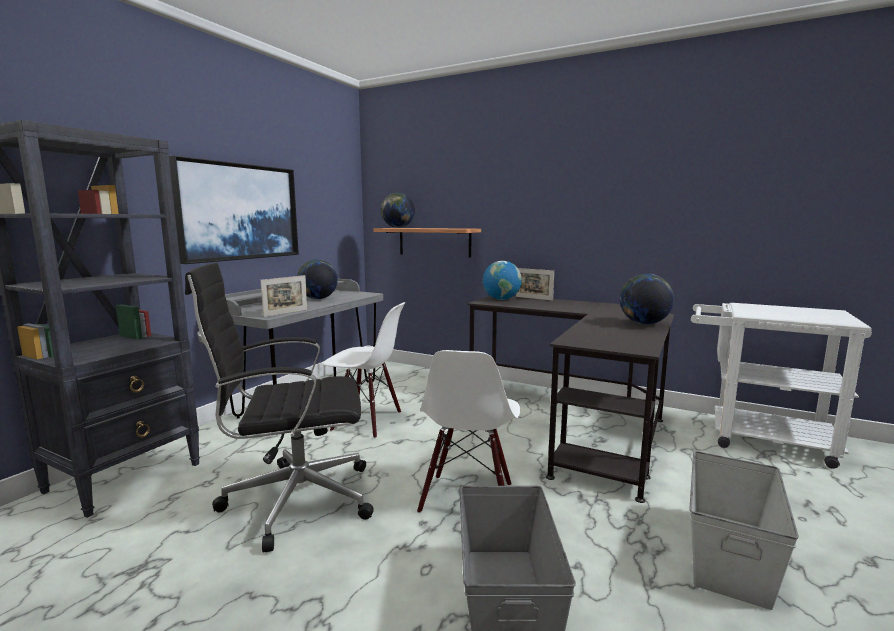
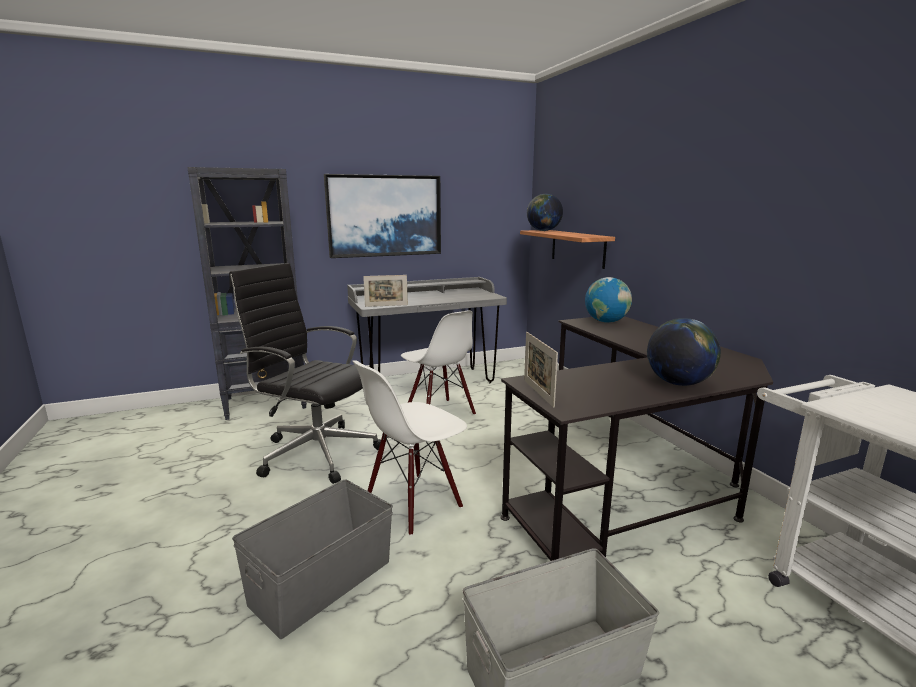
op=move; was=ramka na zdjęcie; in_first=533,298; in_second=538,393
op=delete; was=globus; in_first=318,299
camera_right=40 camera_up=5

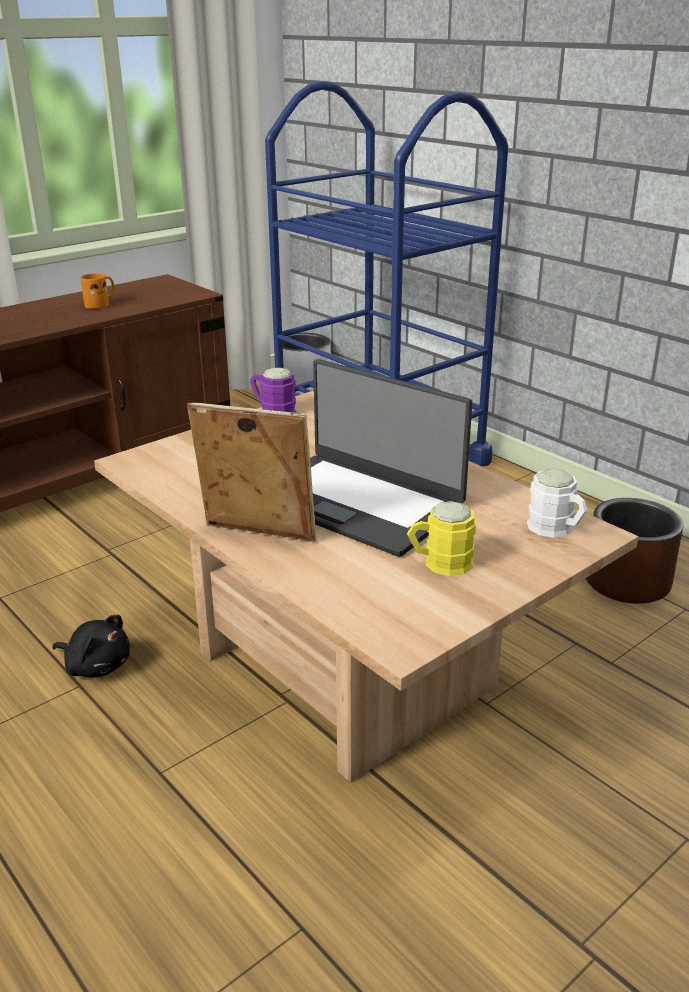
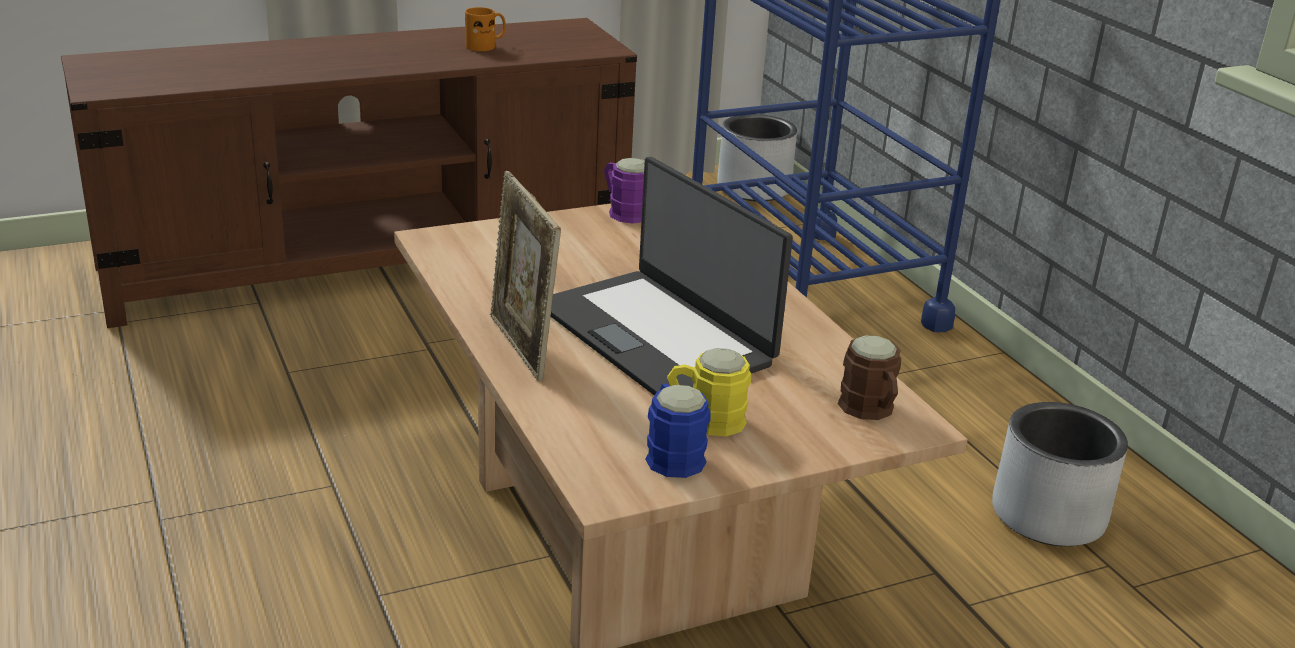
op=rotate; was=ramka na zdjęcie; in_first=257,535; in_second=522,347; clockwise=-150
op=insert; now=kubek [niebieski]; in_second=672,453
op=recolor; was=kubek [biały]; now=kubek [brązowy]; in_first=556,529; in_second=870,410
op=recolor; was=donica [brązowy]; now=donica [szary]; in_first=627,582; in_second=1049,516
op=delete; was=pluszak [czarny]; in_first=96,665
camera_right=15 camera_up=0

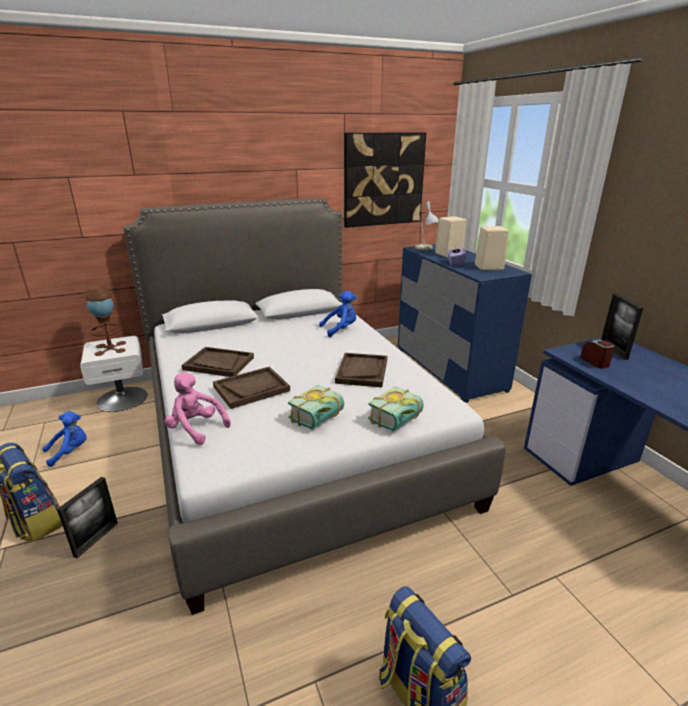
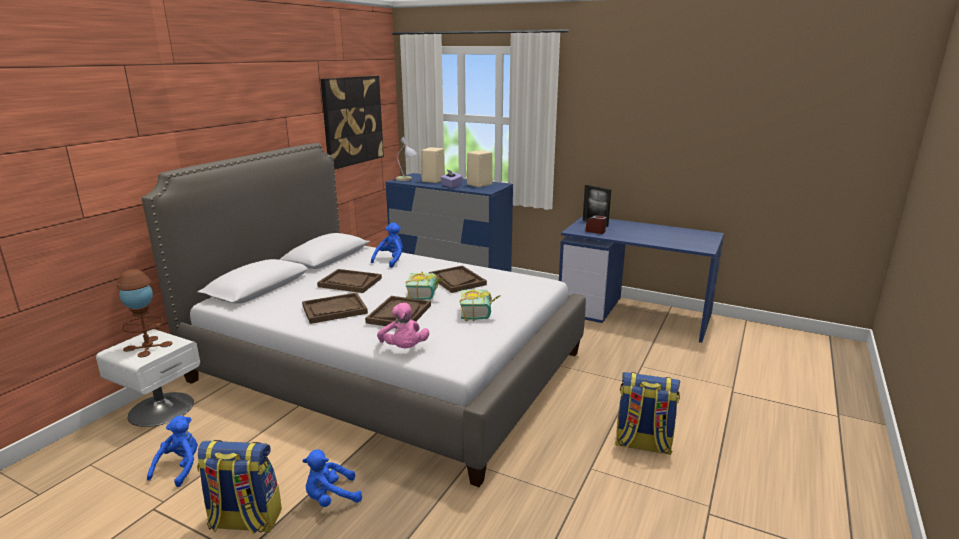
op=replace; was=ramka na zdjęcie; now=pluszak [niebieski]; in_first=96,539; in_second=331,498
op=insert; now=taca [brązowy]; in_second=350,282
op=rotate; was=pluszak [różowy]; in_first=196,429; in_second=404,349; clockwise=-105
op=move; was=książka; in_first=399,421; in_second=426,295
camera_right=-40 camera_up=-5

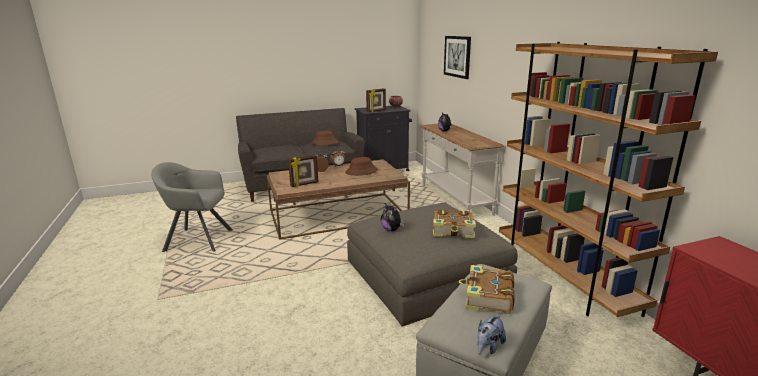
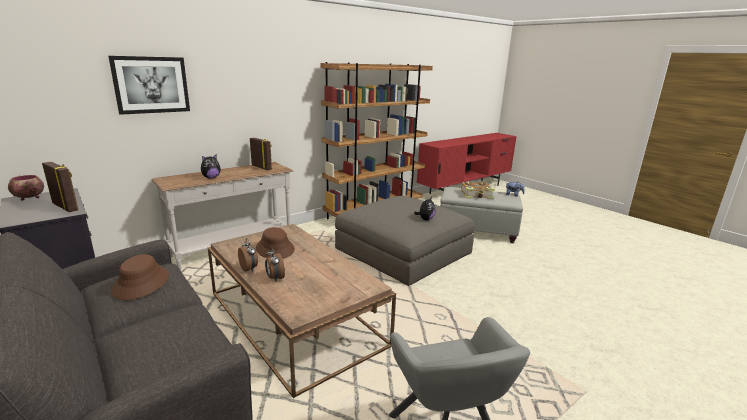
op=move; was=ramka na zdjęcie; in_first=304,184; in_second=262,167
op=delete; was=książka; in_first=453,231
camera_right=-110 camera_up=0

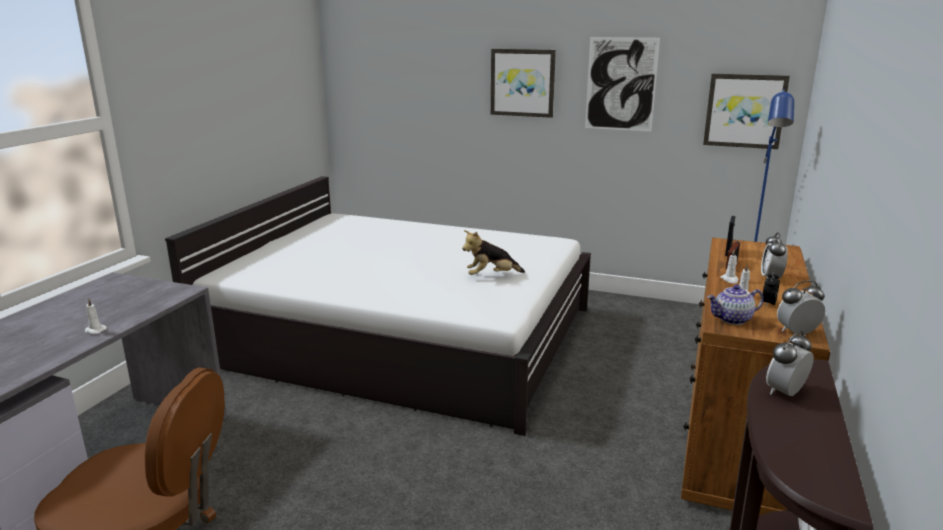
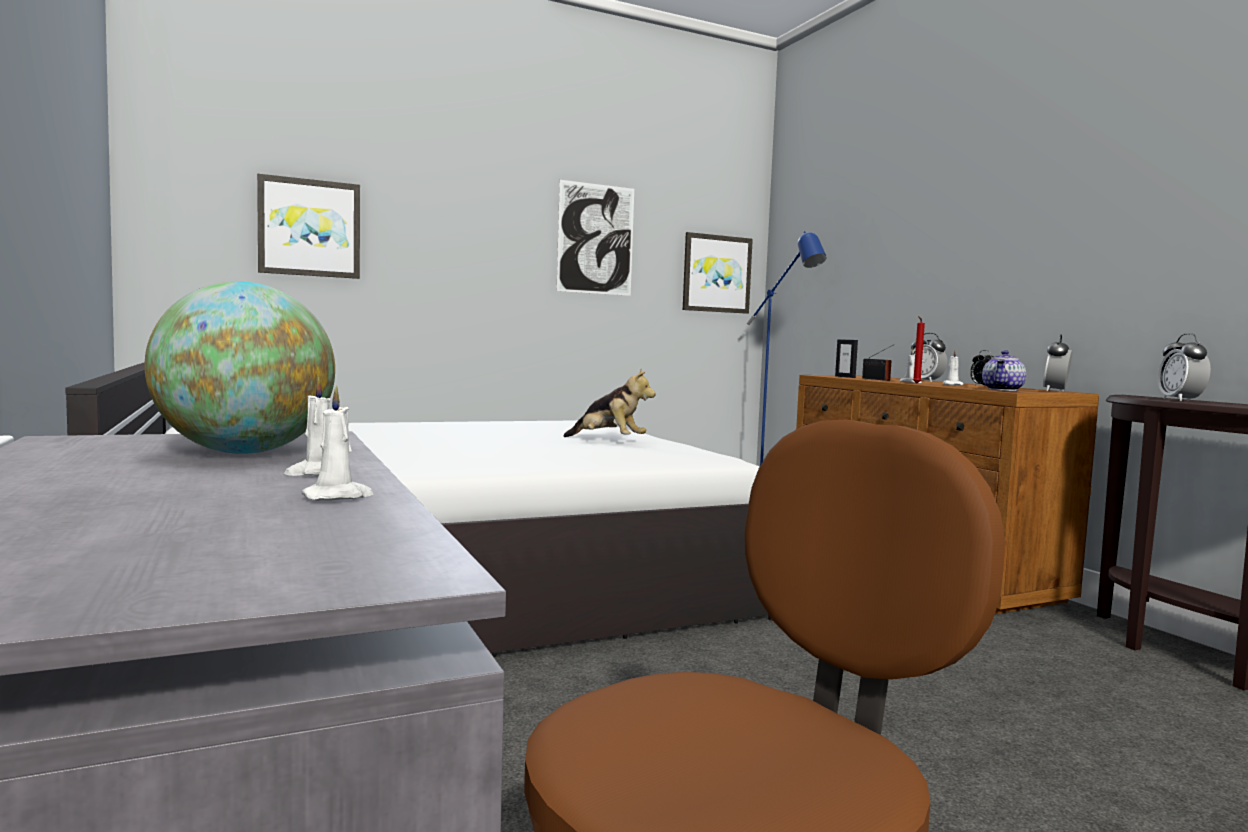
op=insert; now=globus; in_second=245,452
op=move; was=obraz; in_first=522,82; in_second=309,228
op=insert; now=świeca [biały]; in_second=339,497
op=rotate; was=pluszak; in_first=491,276; in_second=608,441; clockwise=-90
op=insert; now=świeca [czerwony]; in_second=915,383
camera_right=-45 camera_up=-15

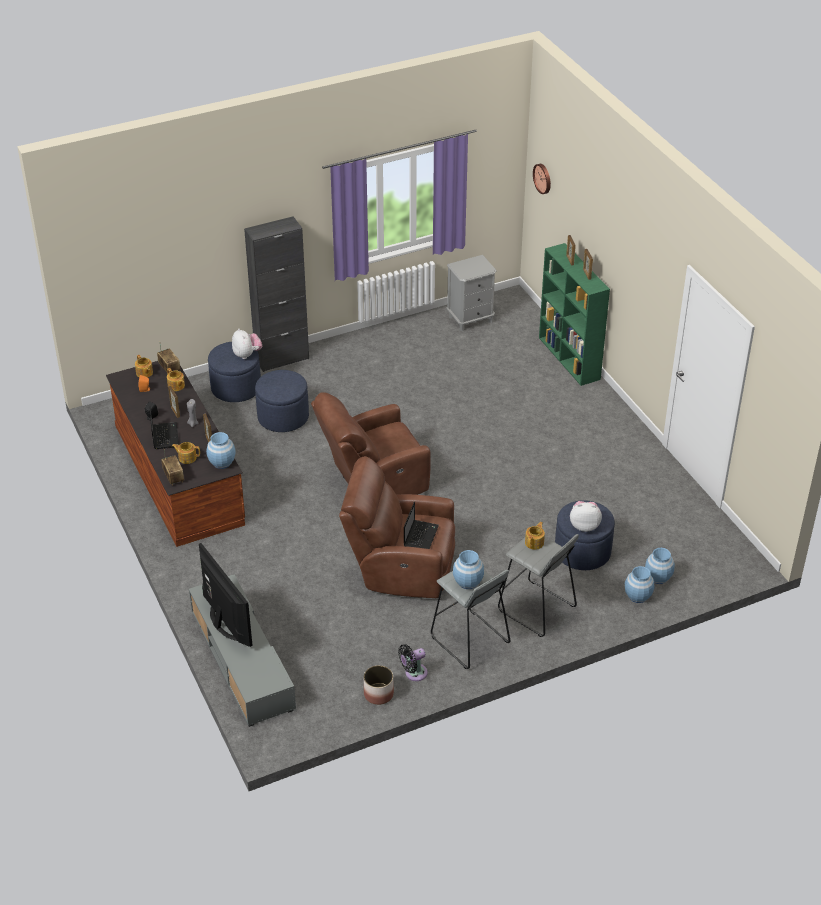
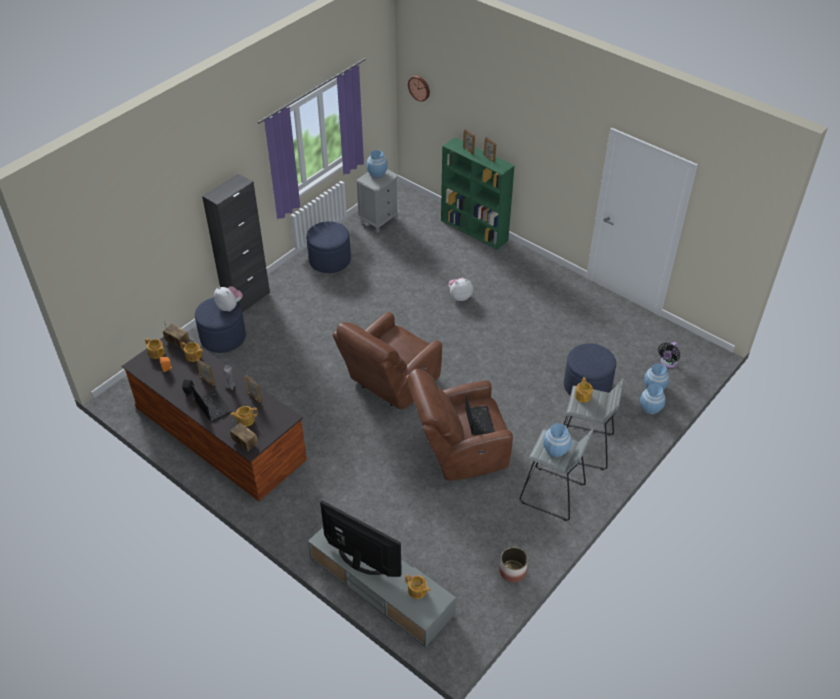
op=move; was=pufa [niebieski]; in_first=283,417; in_second=329,260
op=move; was=wazon [niebieski]; in_first=222,462; in_second=377,174
op=insert; now=imbryk; in_second=417,591
op=move; was=pluszak; in_first=584,525; in_second=459,296
op=move; was=wentylator [czarny]; in_first=413,673; in_second=667,363
camera_right=-25 camera_up=5

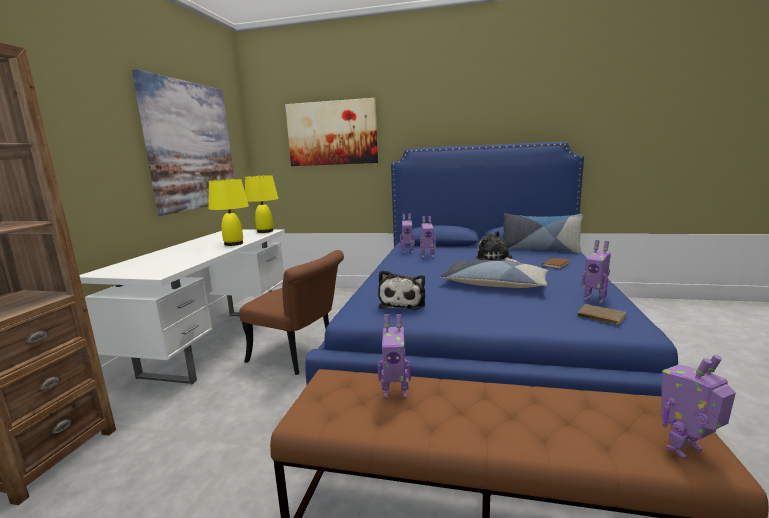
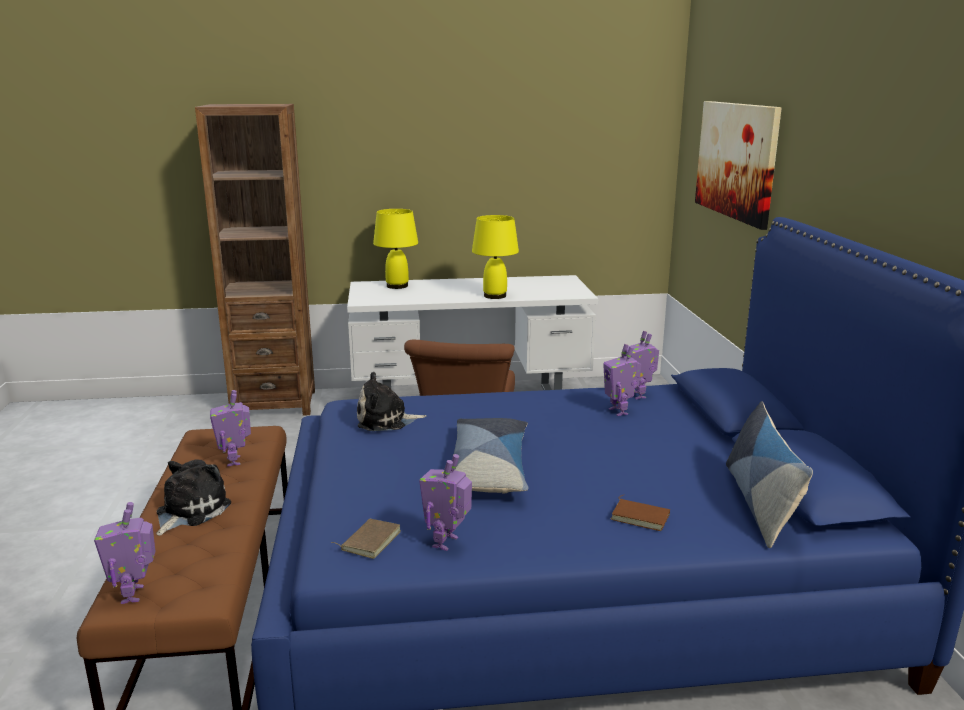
op=rotate; was=robot zabawkowy; in_first=686,449; in_second=134,594; clockwise=-150
op=move; was=pluszak; in_first=496,259; in_second=189,511
op=move; was=lampa stołowa [żółty]; in_first=265,231; in_second=397,286
op=delete; was=obraz; in_first=191,146
camera_right=70 camera_up=5

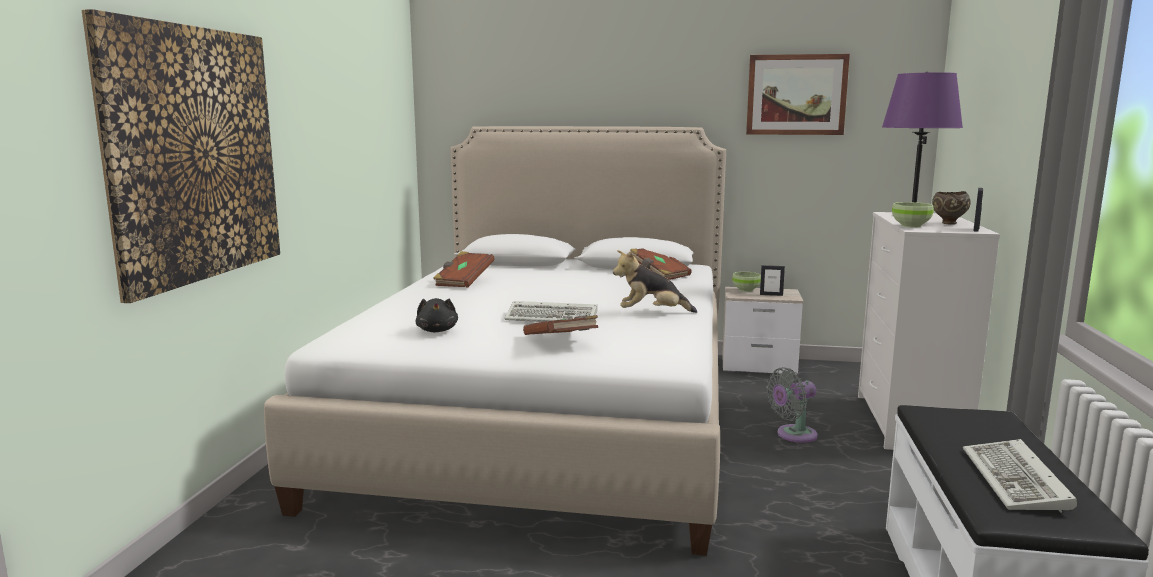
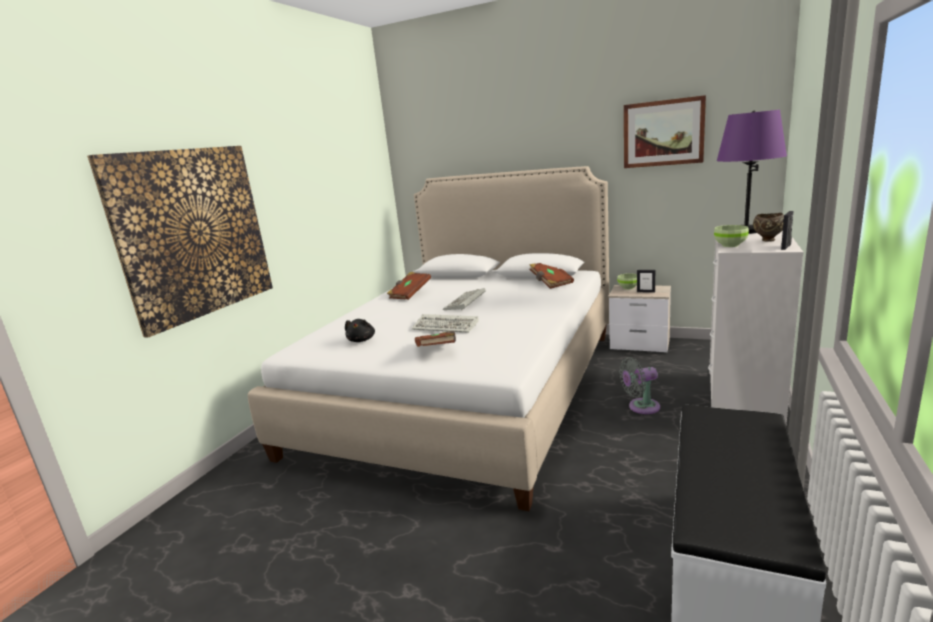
op=move; was=klawiatura; in_first=1017,482; in_second=465,302
op=delete; was=pluszak; in_first=652,313
camera_right=15 camera_up=5

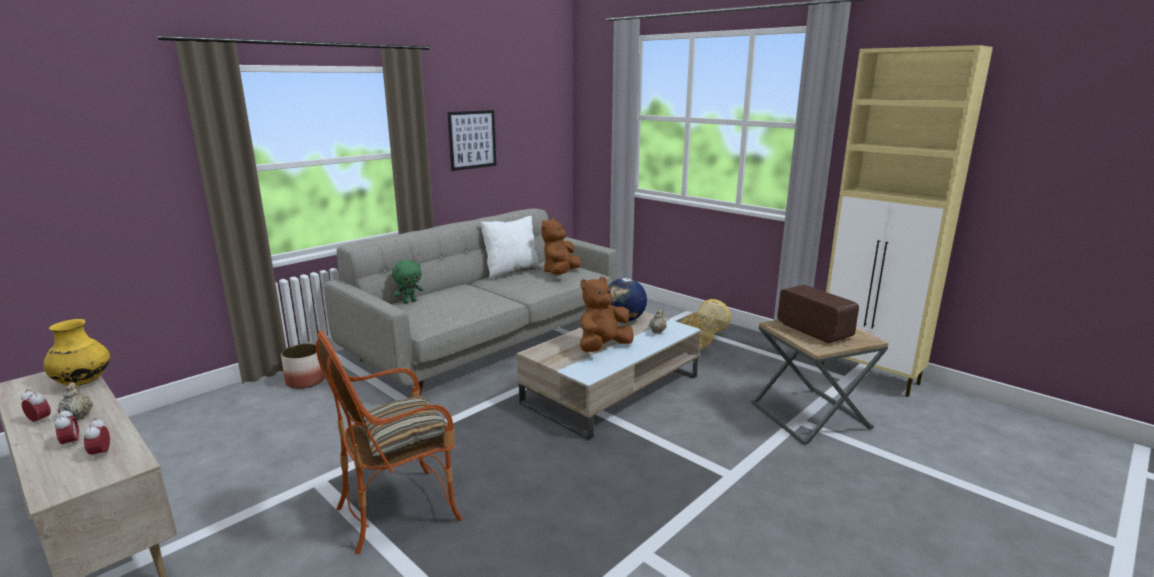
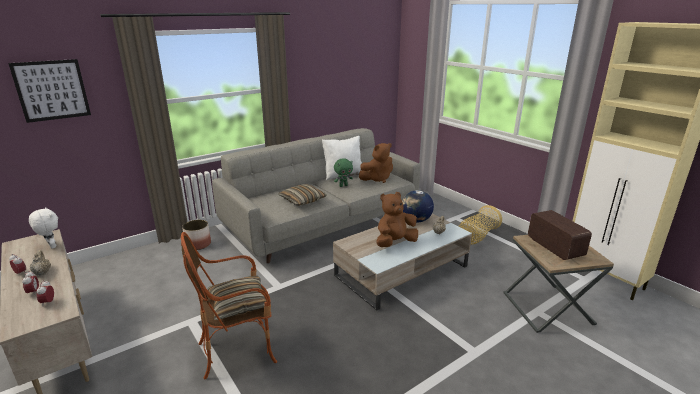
op=move; was=obraz; in_first=472,140; in_second=52,90
op=replace; was=wazon [żółty]; now=pluszak [biały]; in_first=83,382; in_second=51,246
op=insert; now=poduszka; in_second=302,200
op=move; was=pluszak [zielony]; in_first=409,301; in_second=343,185
op=rotate; was=pluszak [brązowy]; in_first=560,273; in_second=377,179; clockwise=-150
camera_right=10 camera_up=5

